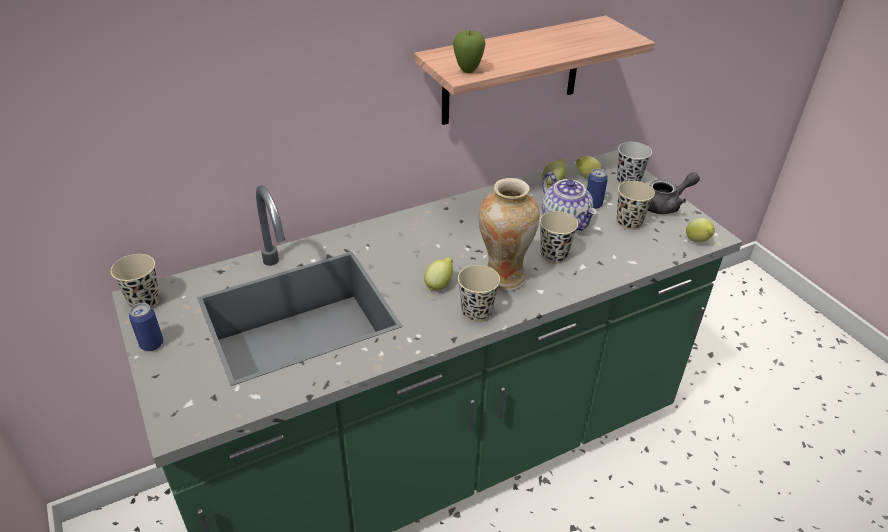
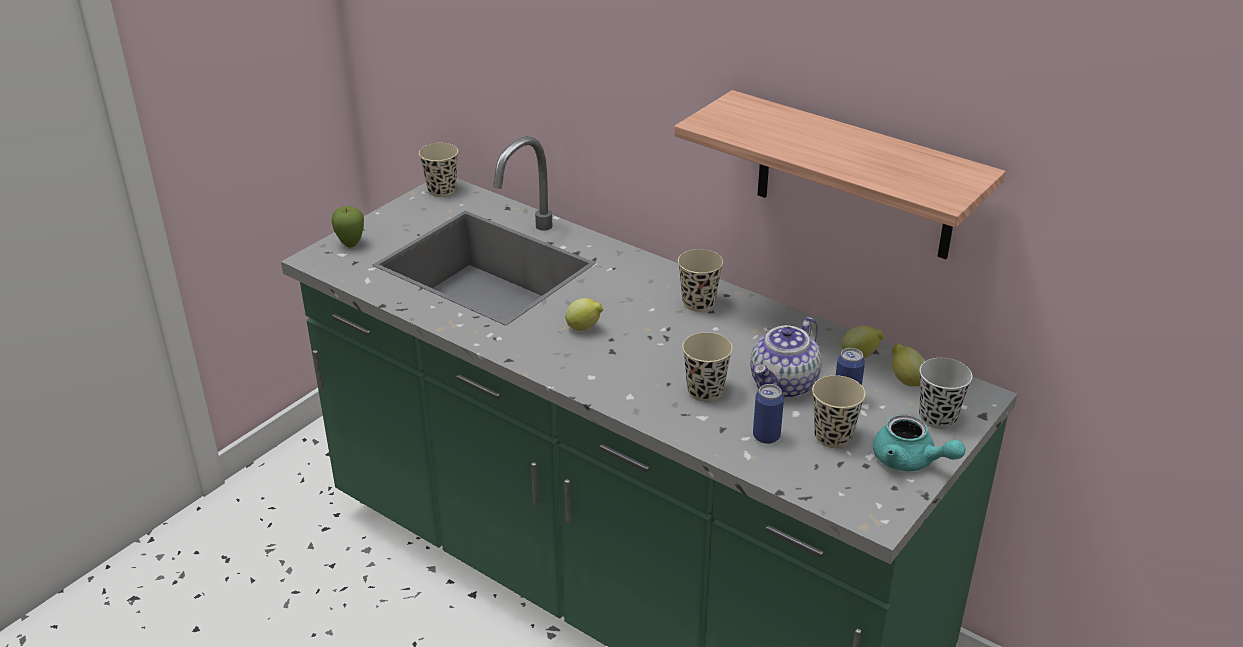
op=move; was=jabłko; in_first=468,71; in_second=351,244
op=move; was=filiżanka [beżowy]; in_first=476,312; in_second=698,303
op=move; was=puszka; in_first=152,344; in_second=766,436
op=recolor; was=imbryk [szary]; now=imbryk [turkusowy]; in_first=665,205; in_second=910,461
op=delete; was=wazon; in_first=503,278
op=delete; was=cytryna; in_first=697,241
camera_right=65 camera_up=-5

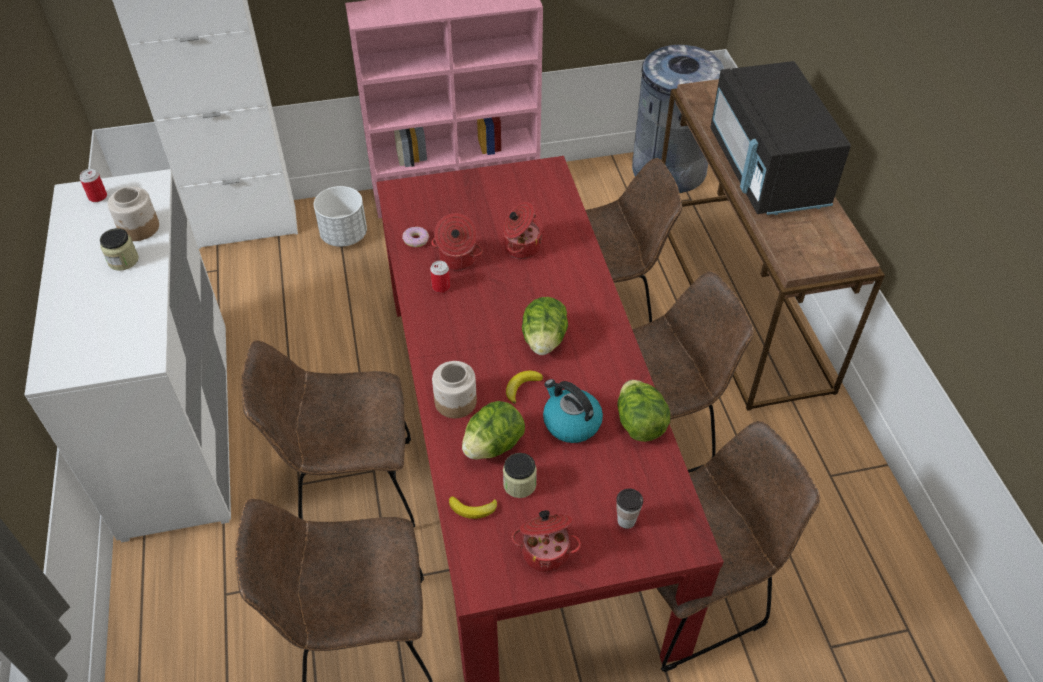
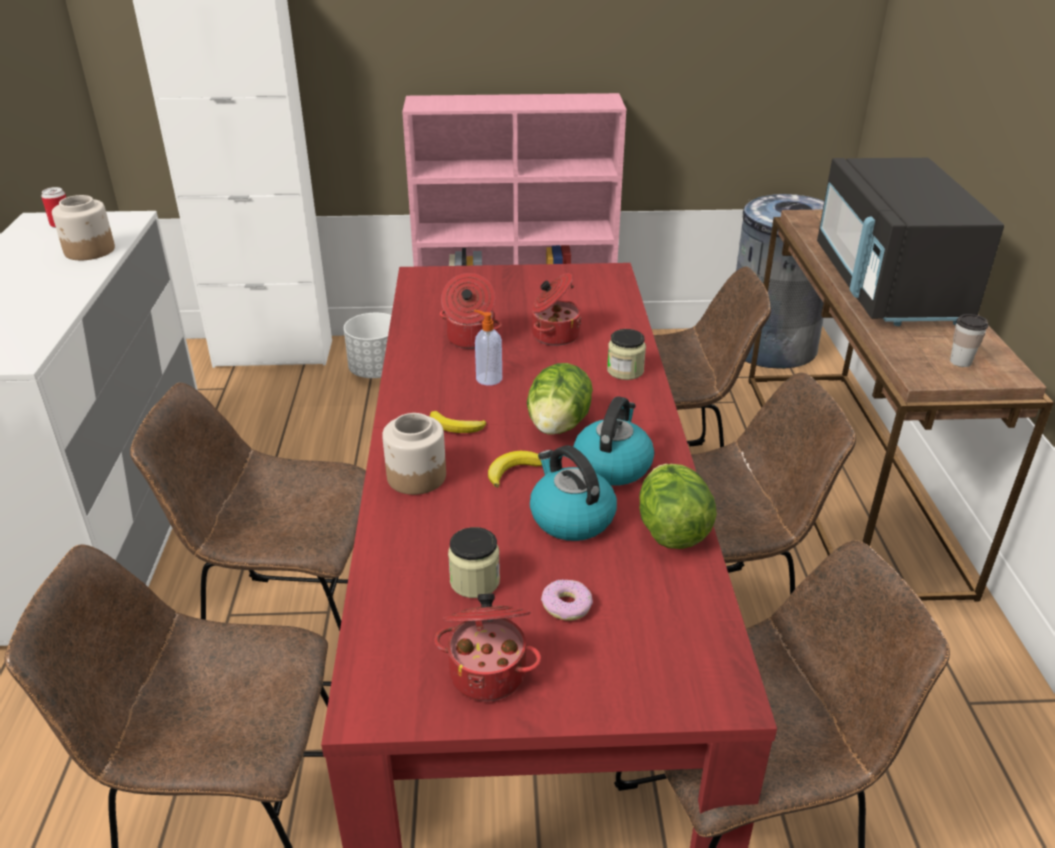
op=move; was=banan; in_first=473,509; in_second=456,427
op=insert; now=dozownik mydła; in_second=488,378
op=move; was=donut; in_first=416,240; in_second=567,605
op=insert; now=czajnik; in_second=612,465
op=move; was=słoik; in_first=123,260; in_second=625,371
op=move; was=filiżanka; in_first=626,520; in_second=960,362
op=delete; was=puszka; in_first=441,287
op=delete; was=sałata; in_first=493,445
camera_right=10 camera_up=-15

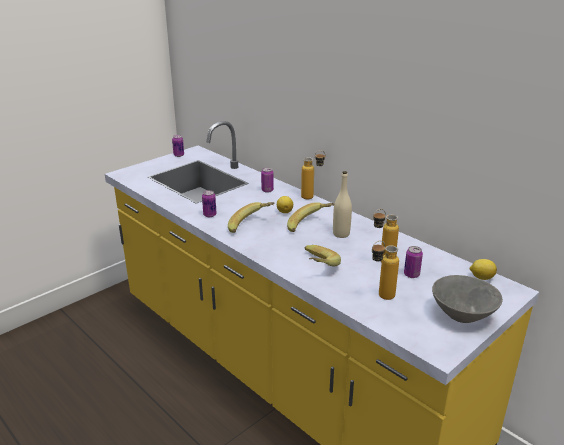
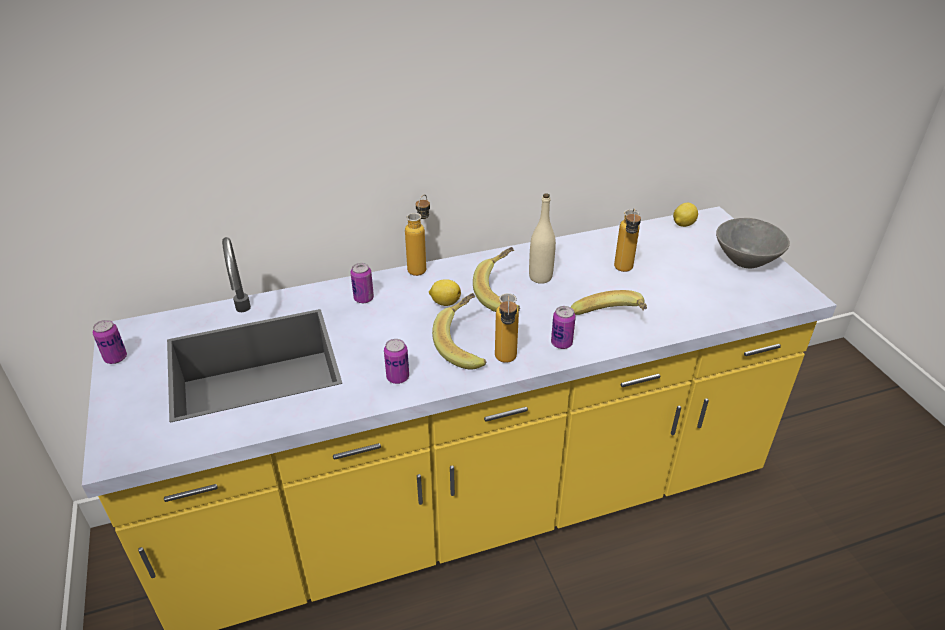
op=move; was=butelka; in_first=380,297; in_second=505,362
op=move; was=puszka; in_first=411,274; in_second=561,343
camera_right=-65 camera_up=10

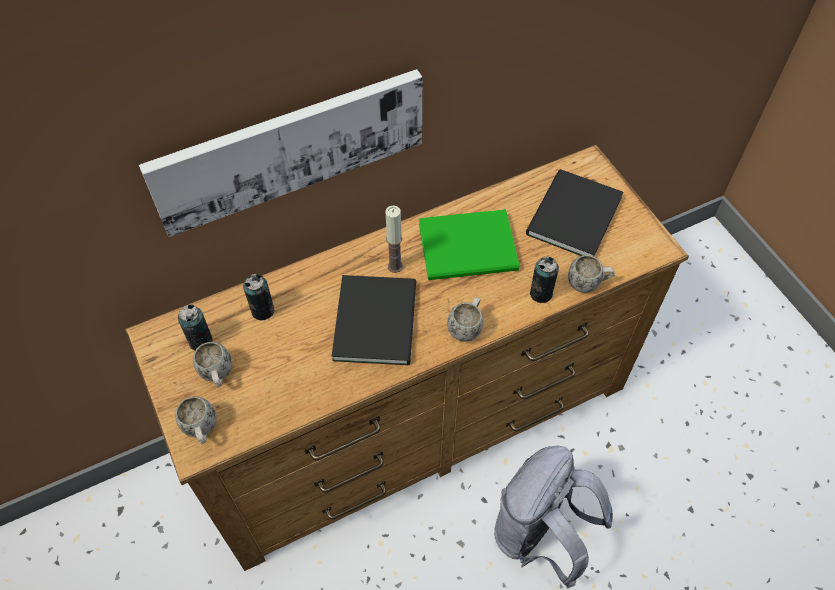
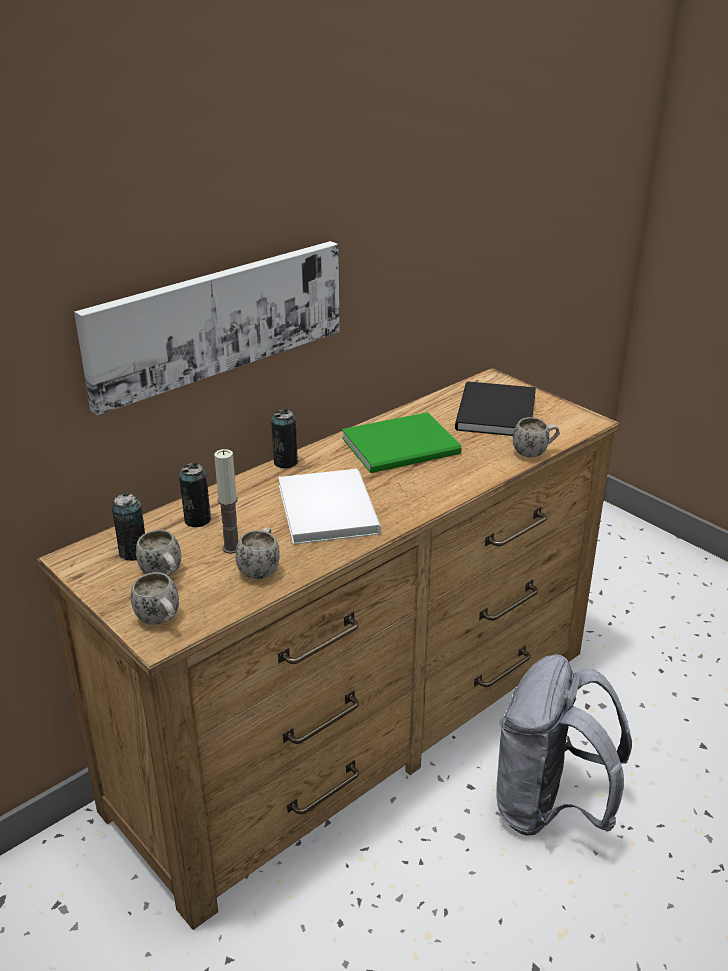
op=move; was=świeca; in_first=395,266; in_second=231,548
op=move; was=kubek [biały]; in_first=466,327; in_second=260,568
op=move; was=puszka; in_first=541,293; in_second=285,462
op=recolor; was=książka [czarny]; now=książka [biały]; in_first=378,319; in_second=330,507
camera_right=-15 camera_up=-25

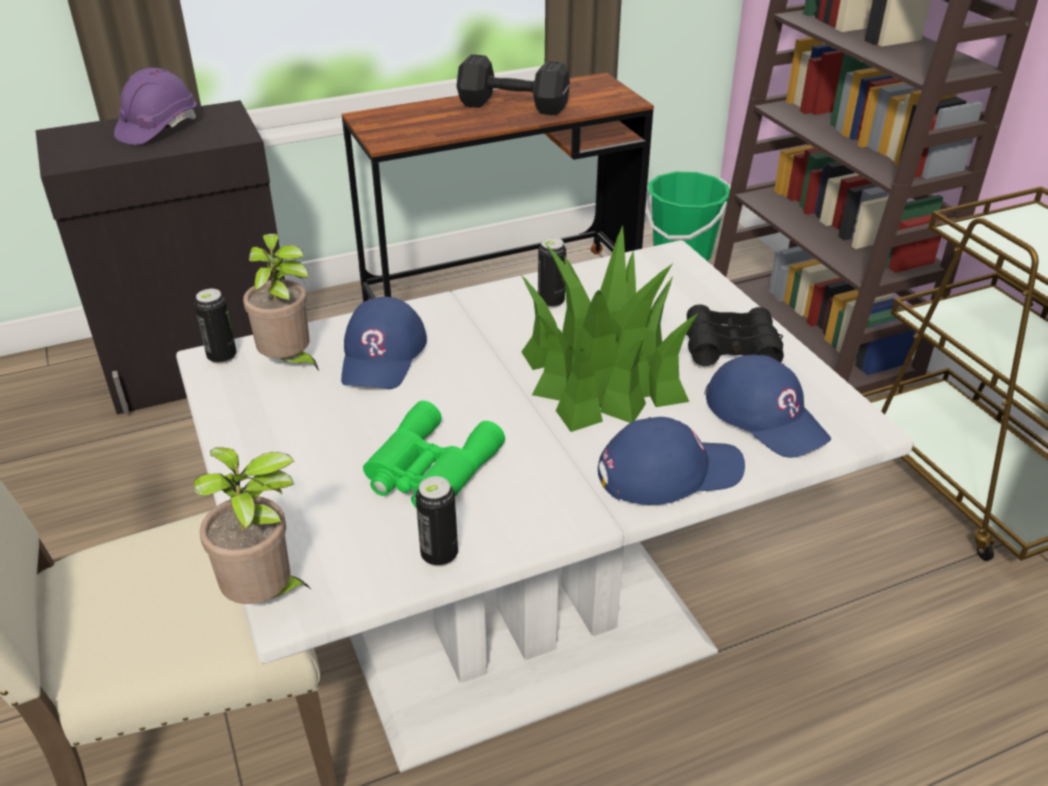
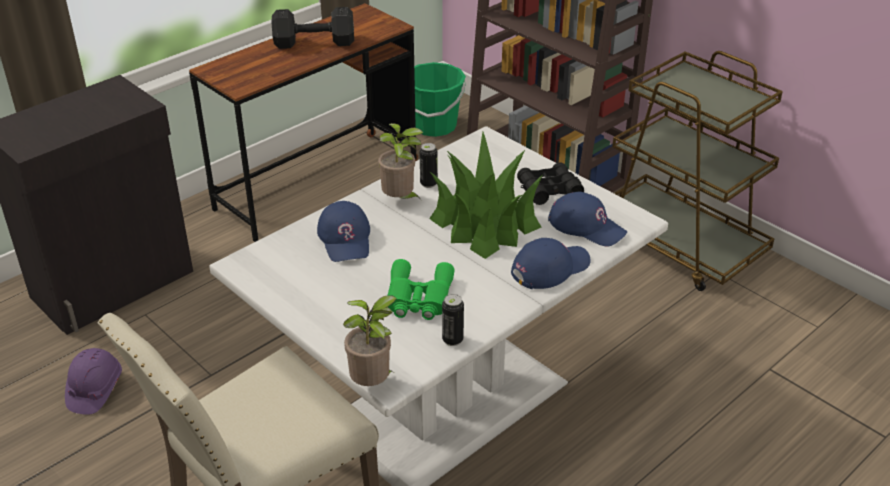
op=move; was=kask [fioletowy]; in_first=158,129; in_second=95,390
op=move; was=roślina doniczkowa; in_first=289,363; in_second=400,200
op=delete; was=puszka; in_first=222,357
camera_right=-20 camera_up=0

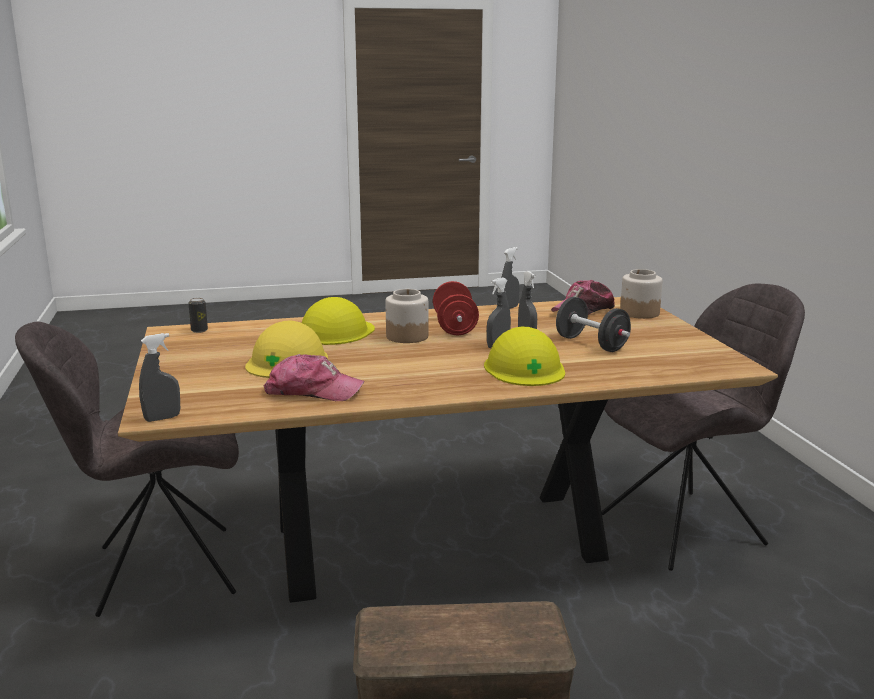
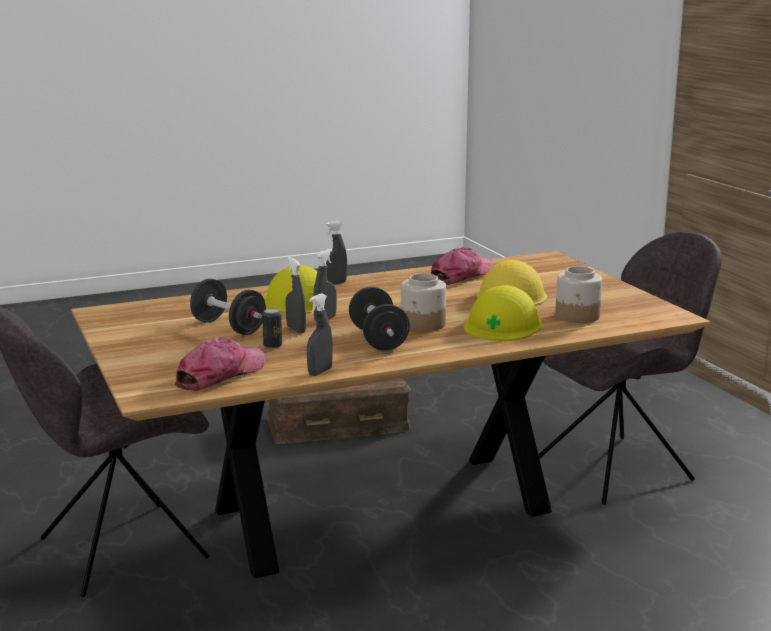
op=move; was=puszka; in_first=199,330; in_second=272,346
op=move; was=spryskiwacz [szary]; in_first=162,418; in_second=335,284
op=recolor; was=hantel [czerwony]; now=hantel [czarny]; in_first=455,327; in_second=378,339
op=rotate; was=czapka z daszkiem; in_first=313,391; in_second=461,275; clockwise=135
op=move; was=słoik; in_first=639,313; in_second=577,316
camera_right=170 camera_up=0

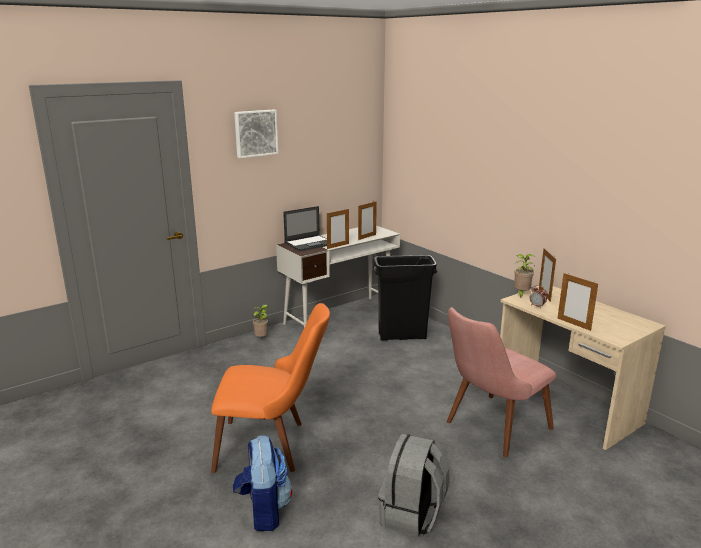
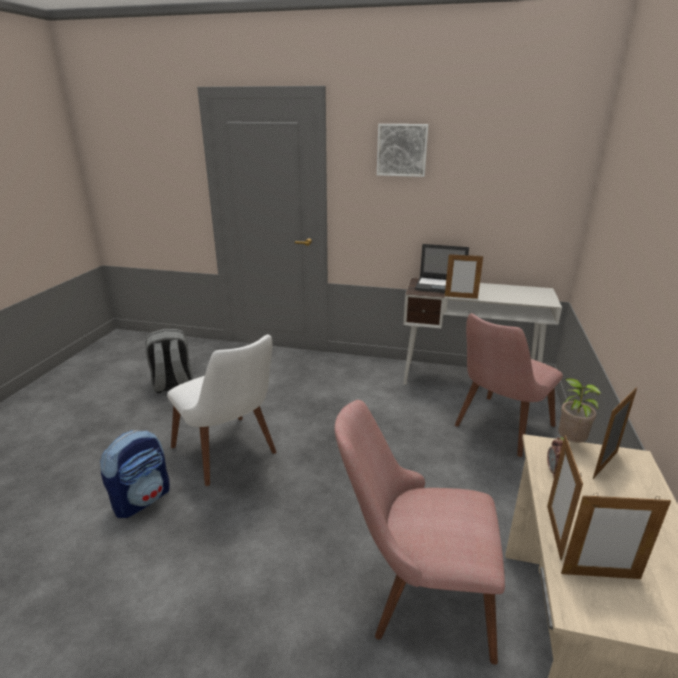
op=move; was=plecak [szary]; in_first=412,515; in_second=172,385
op=recolor; was=krzesło [pomarańczowy]; now=krzesło [biały]; in_first=273,445; in_second=231,455
op=replace; was=kosz na śmieci [czarny]; now=krzesło [różowy]; in_first=402,336; in_second=497,430
op=move; was=ramka na zdjęcie; in_first=367,237; in_second=600,575
op=delete; was=roślina doniczkowa; in_first=262,338
camera_right=50 camera_up=5

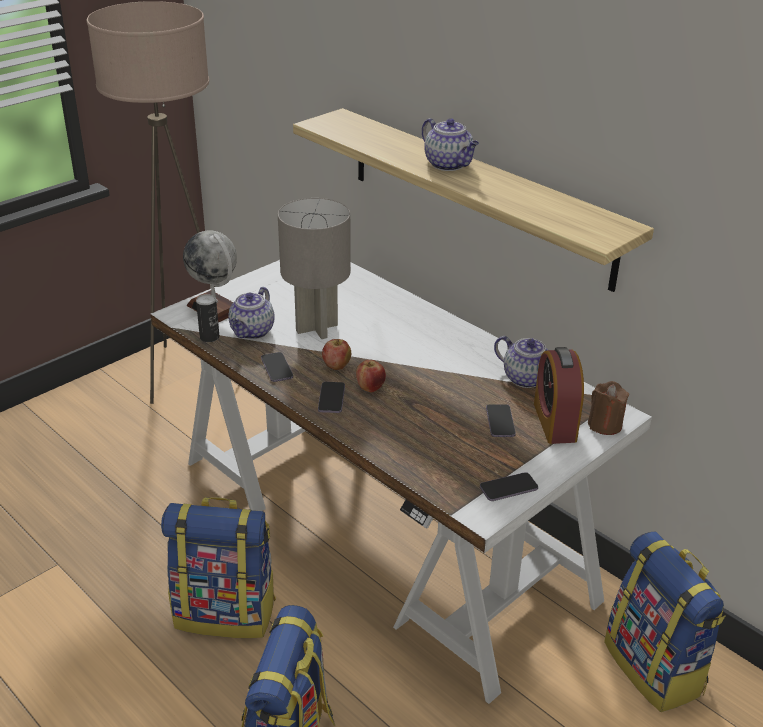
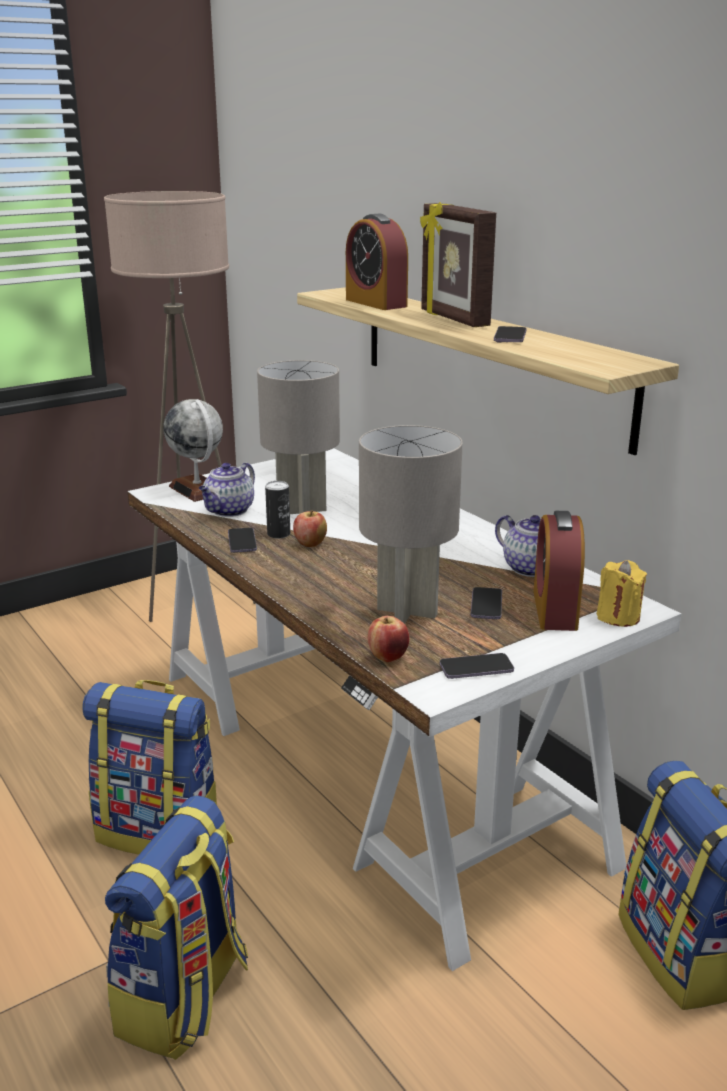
op=move; was=puszka; in_first=209,337; in_second=278,534
op=insert; now=budzik; in_second=376,303
op=insert; now=lampa stołowa [szary]; in_second=406,612
op=move; was=jabłko; in_first=370,388; in_second=388,657
op=replace; was=imbryk; now=ramka na zdjęcie; in_first=449,165; in_second=452,319
op=move; was=telefon; in_first=331,399; in_second=510,337
op=recolor; was=świeca [brązowy]; now=świeca [żółty]; in_first=605,425; in_second=618,617
camera_right=10 camera_up=-10

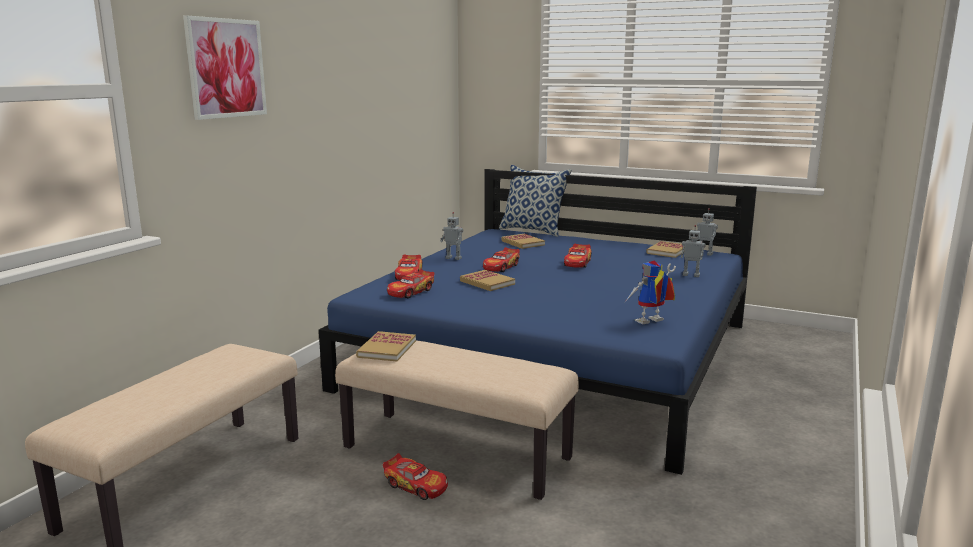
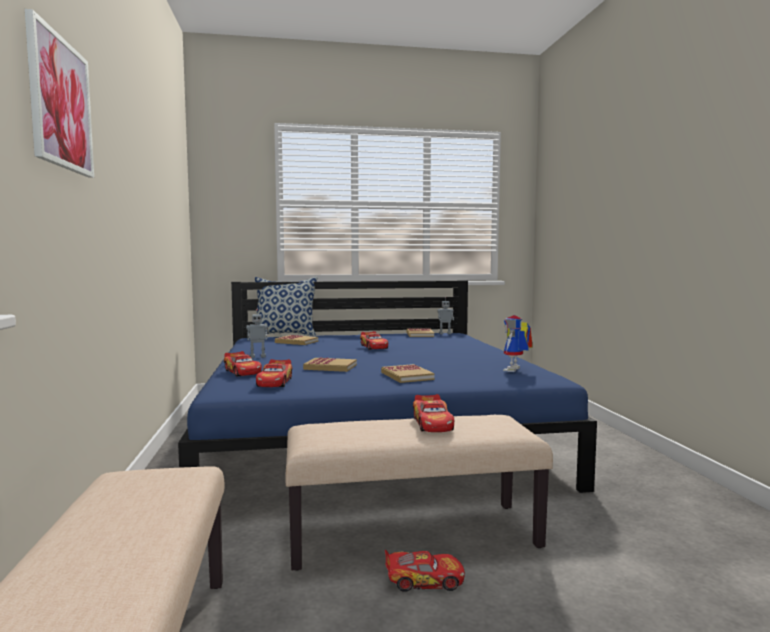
op=move; was=książka; in_first=387,349; in_second=407,376
op=move; was=samochodzik; in_first=501,267; in_second=433,424
op=delete; was=robot zabawkowy; in_first=691,275
camera_right=-35 camera_up=-10

